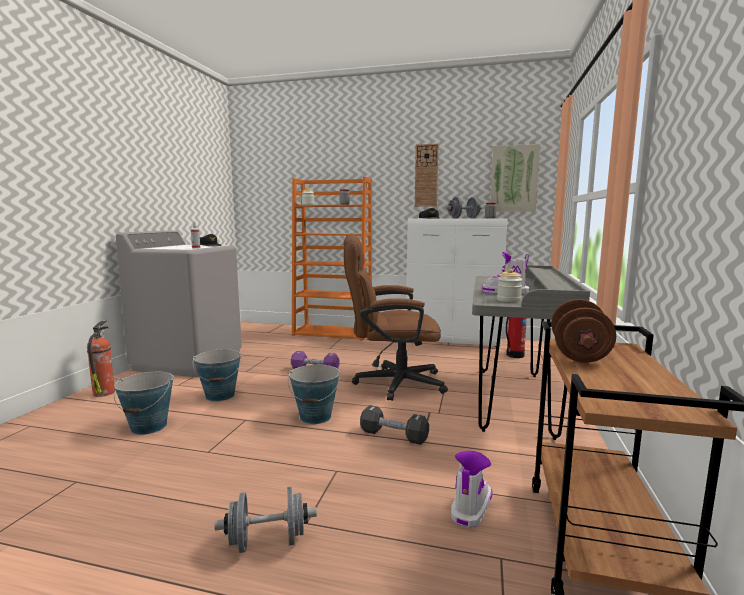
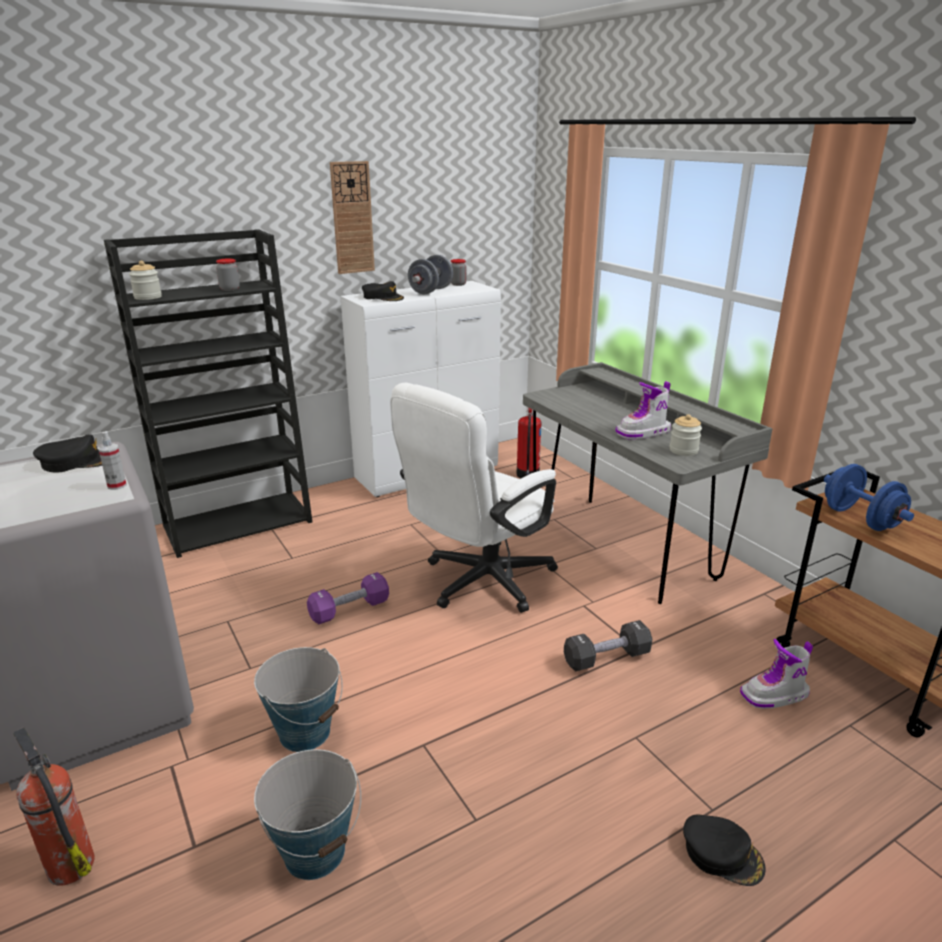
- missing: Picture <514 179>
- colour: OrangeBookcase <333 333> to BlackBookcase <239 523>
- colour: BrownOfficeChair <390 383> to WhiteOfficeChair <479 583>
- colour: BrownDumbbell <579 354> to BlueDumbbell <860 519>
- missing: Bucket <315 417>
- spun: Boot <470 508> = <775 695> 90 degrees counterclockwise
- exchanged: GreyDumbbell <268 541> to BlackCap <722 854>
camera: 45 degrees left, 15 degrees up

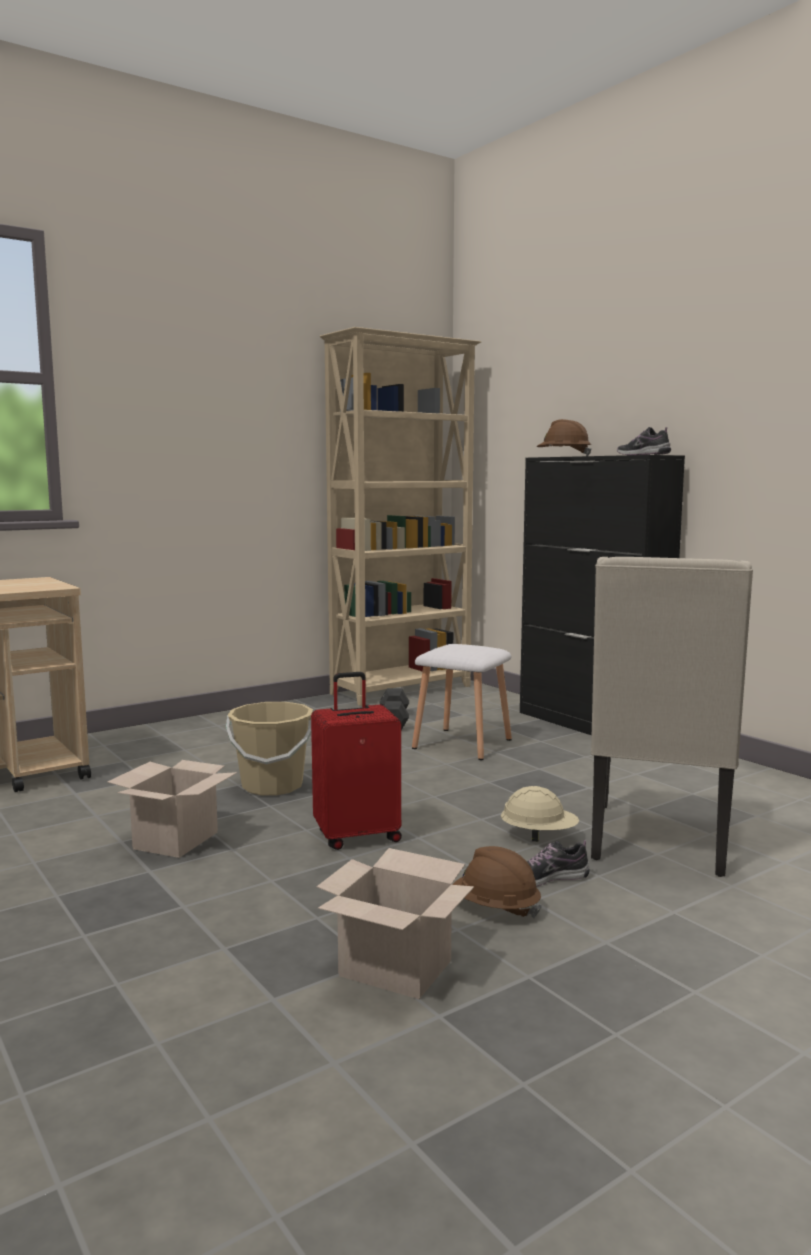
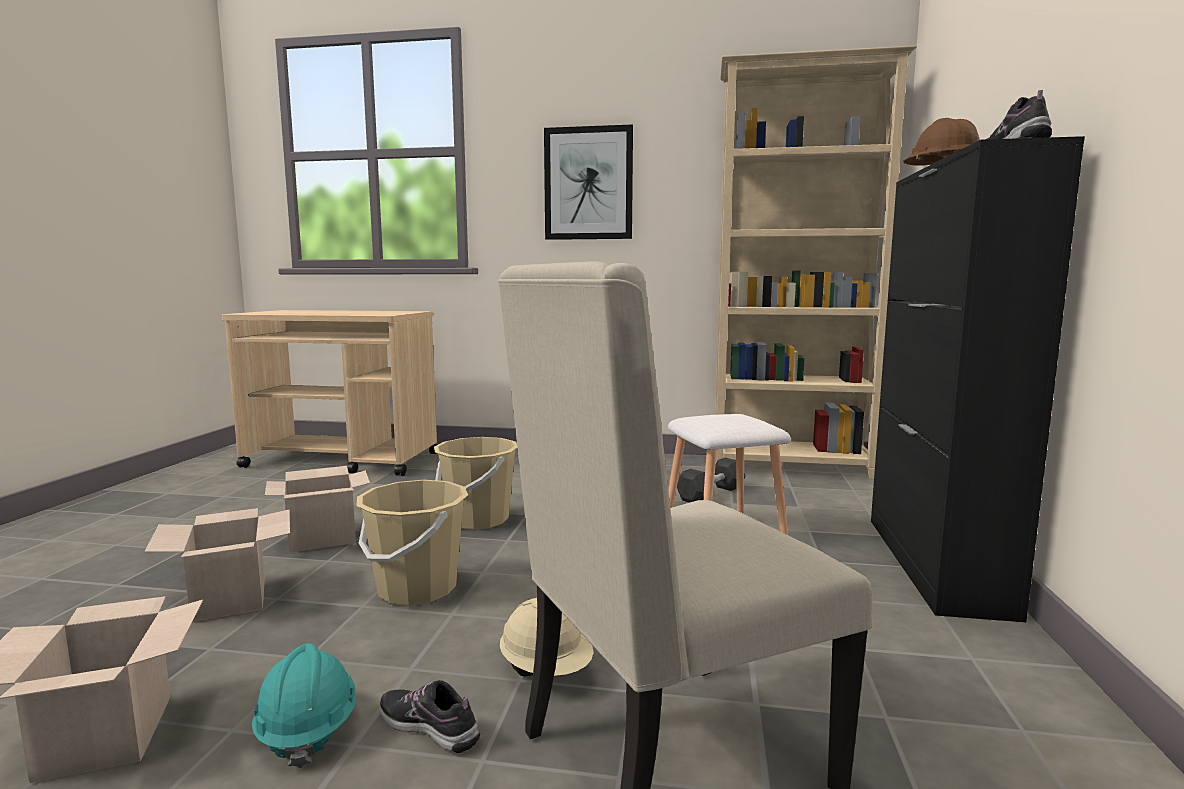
- exchanged: RedSuitcase <357 836> to BeigeBucket <416 589>
- colour: BrownHardHat <495 908> to TurquoiseHardHat <307 729>
- appeared: Picture <588 184>
- appeared: CardboardBox <231 600>
camera: 45 degrees right, 0 degrees up

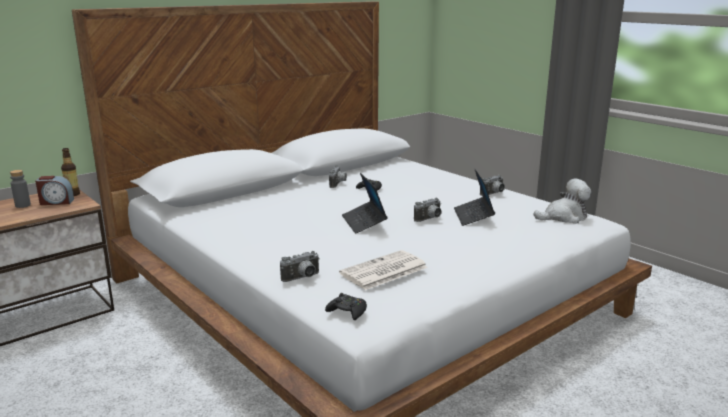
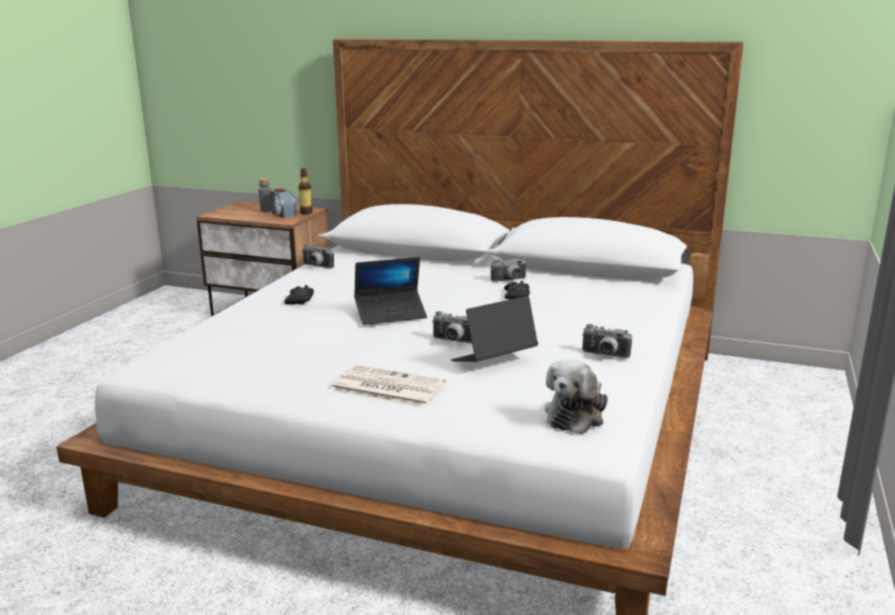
- spun: Laptop <364 222> = <391 314> 150 degrees counterclockwise
- spun: PlushToy <564 217> = <576 415> 75 degrees clockwise
- relocated: Newspaper <383 271> to <386 387>
- relocated: PhotoCamera <302 278> to <316 266>
- relocated: BlackGameController <347 311> to <300 300>
camera: 60 degrees right, 0 degrees up

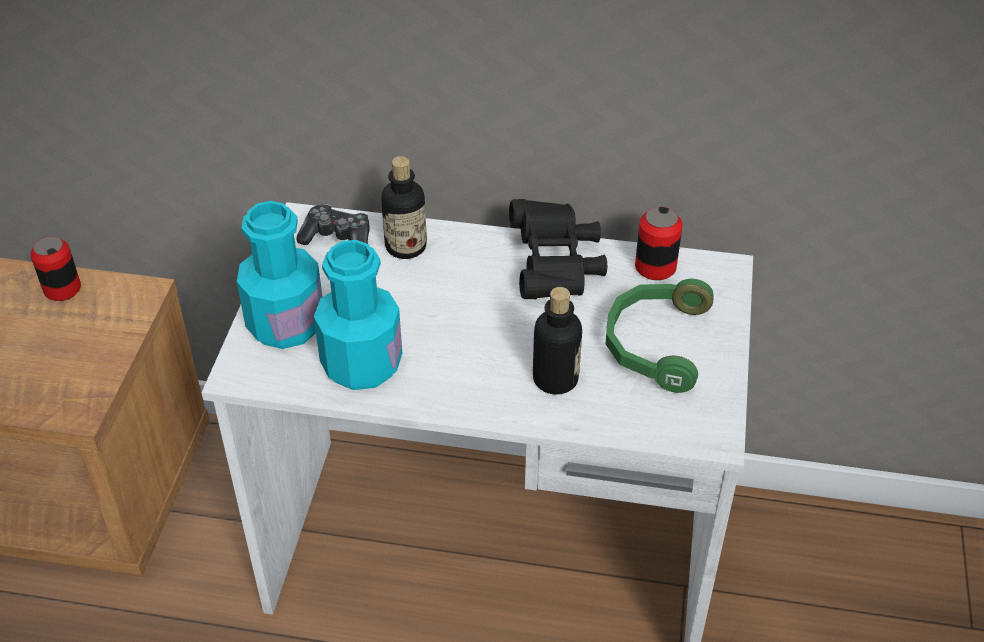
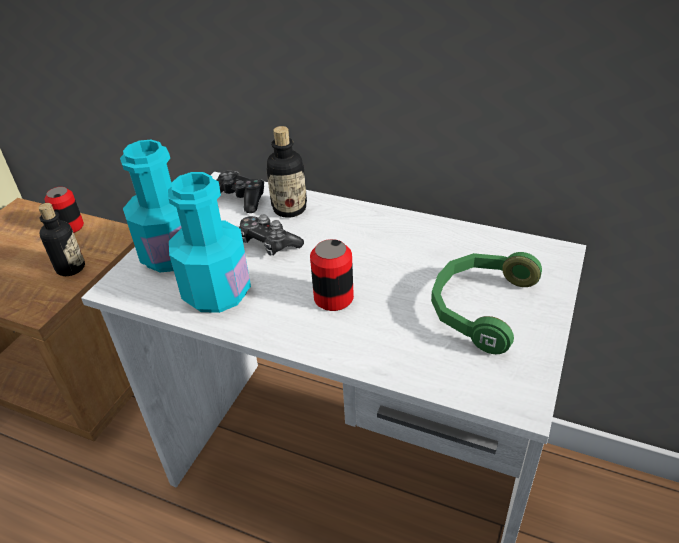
- missing: BlackBinoculars <555 266>
- relocated: Can <655 267> to <333 298>
- relocated: Bottle <555 379> to <70 268>
- appeared: GameController <269 243>
camera: 15 degrees right, 5 degrees down

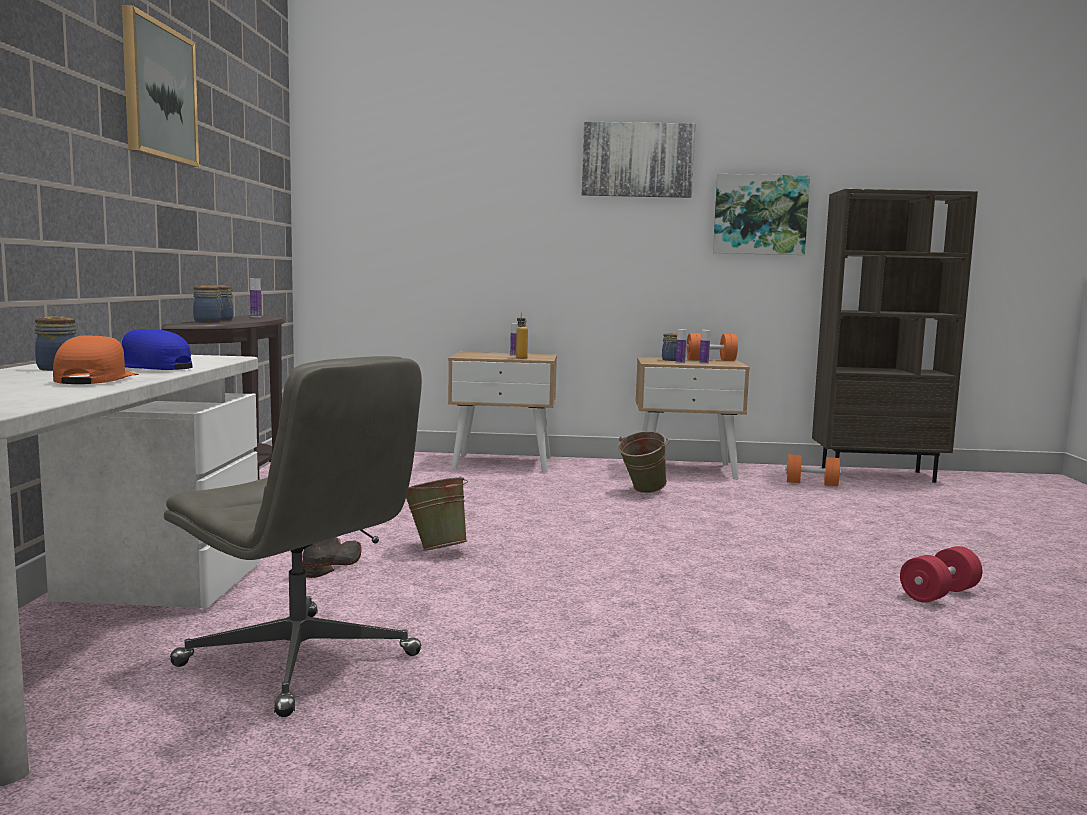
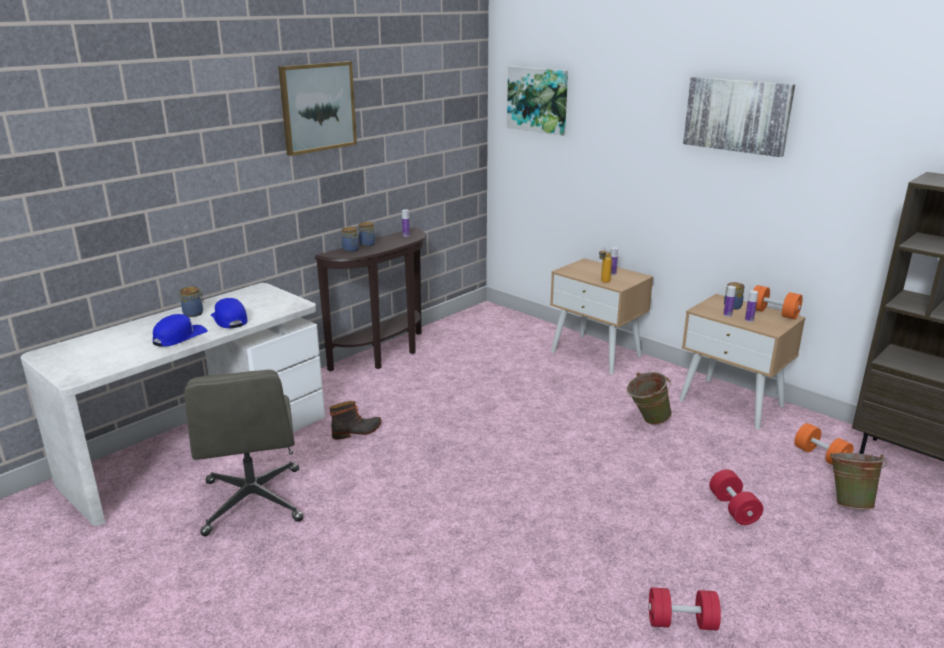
- relocated: Picture <760 215> to <538 100>
- colour: OrangeCap <96 379> to BlueCap <179 336>
- relocated: GreenBucket <436 549> to <849 502>
- appeared: RedDumbbell <733 509>
camera: 40 degrees right, 15 degrees up

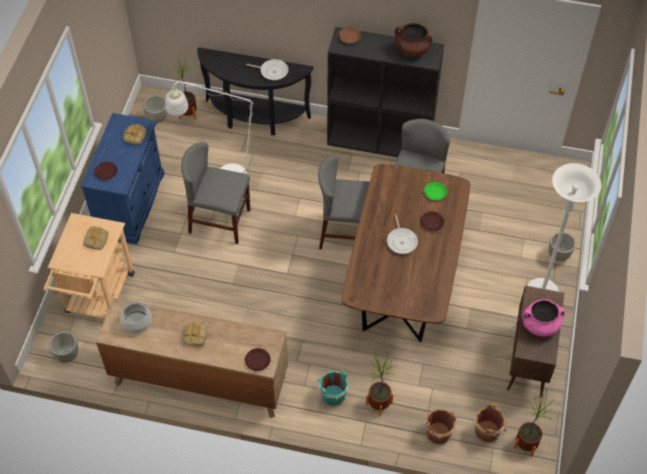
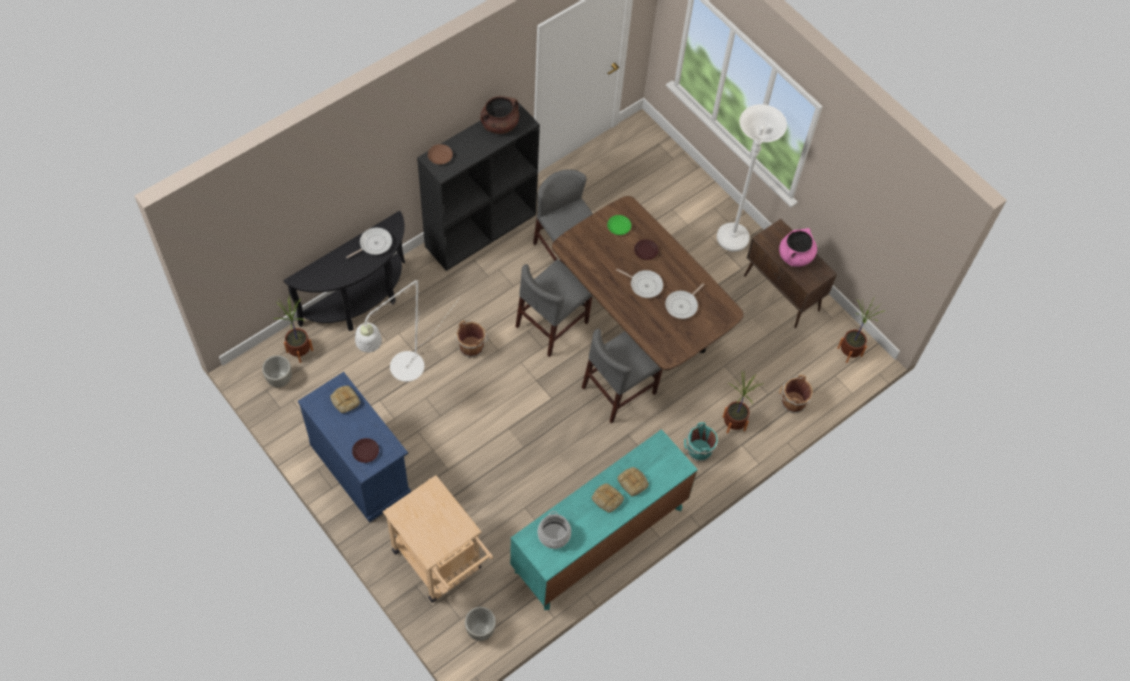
- relocated: GreyChair <219 221> to <619 390>
- relocated: Bread <96 240> to <633 482>
- missing: GreyPlanter <558 255>
- colour: BrownDresser <199 380> to TurquoiseDresser <599 540>
- missing: BrownPlate <257 361>
- relocated: BrownBucket <488 431> to <472 346>
- appeared: FryingPan <682 305>
camera: 55 degrees left, 5 degrees up

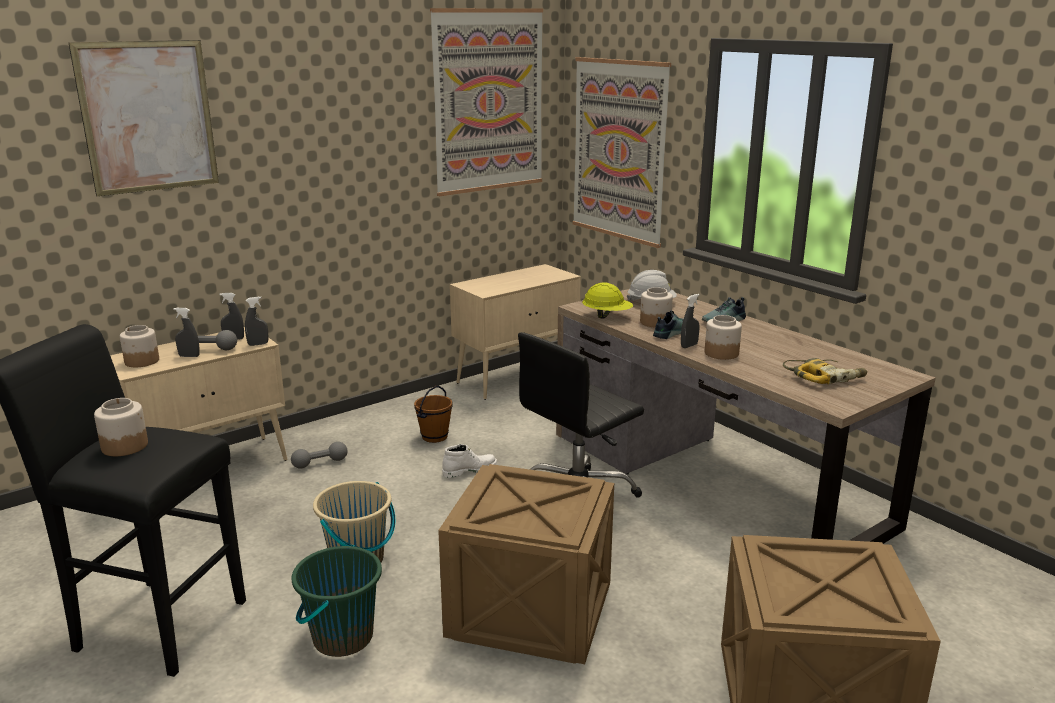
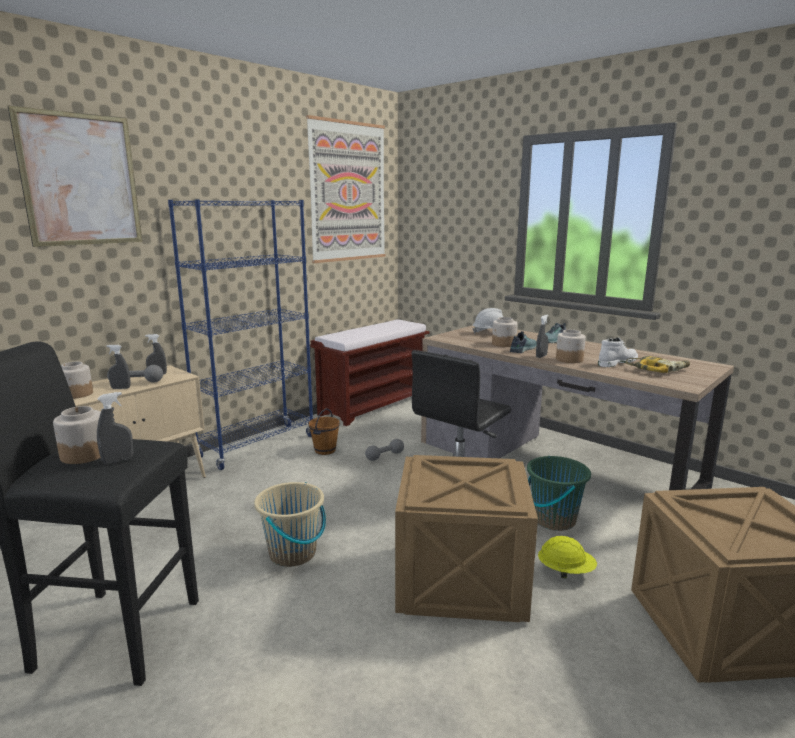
- missing: Picture <619 150>
- exchanged: BeigeCabinet <517 377> to BrownBench <373 405>
- relocated: YellowHardHat <607 316> to <565 571>
- relocated: GreySprayBottle <258 344> to <118 460>
- relocated: GreyDumbbell <320 463> to <385 456>
- relocated: WhiteBoot <469 470> to <616 363>
- relocated: GreenBucket <342 637> to <553 520>
- appeared: BlueBookcase <257 446>
camera: 10 degrees left, 5 degrees down

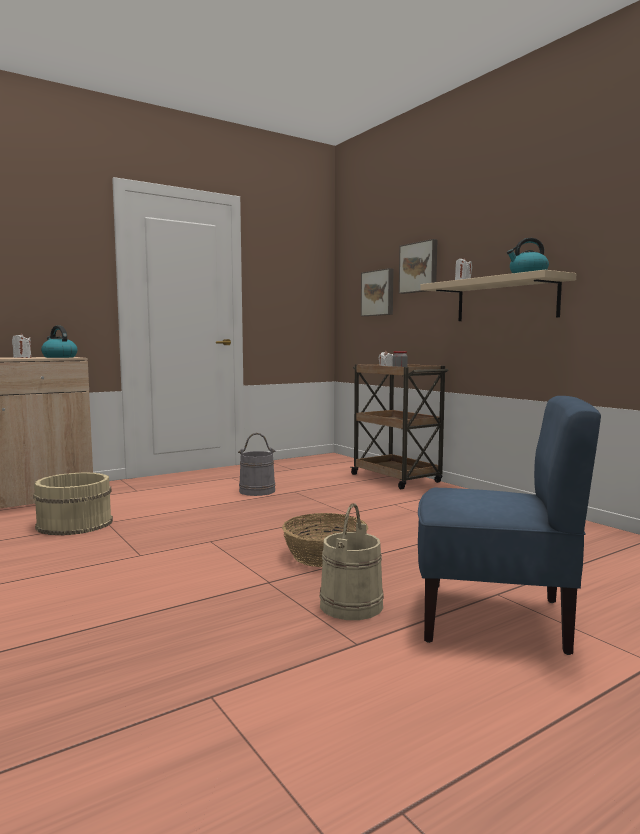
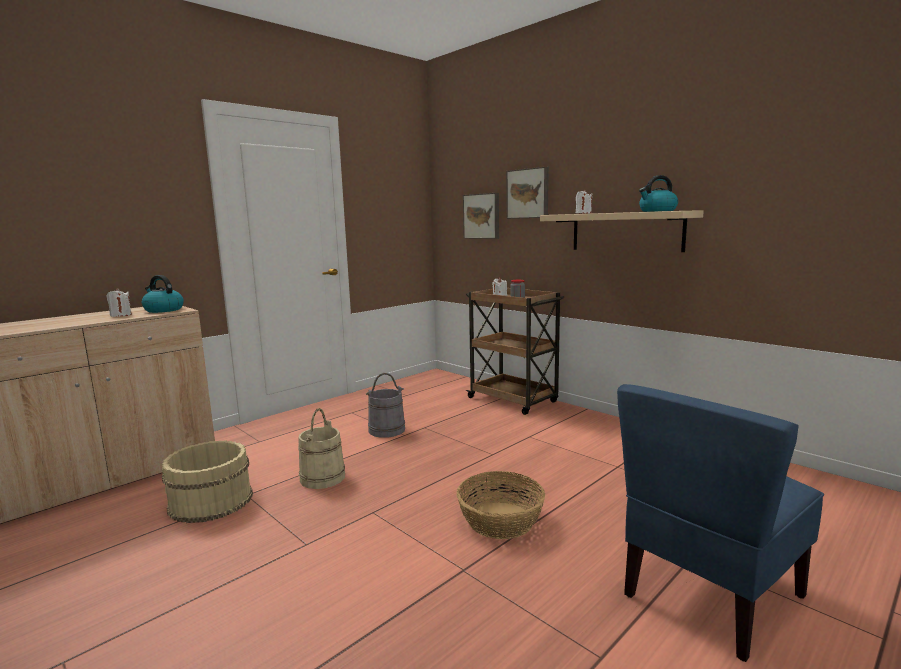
- spun: BlueChair <494 618> = <709 595> 135 degrees clockwise
- relocated: BeigeBucket <350 605> to <322 477>
camera: 10 degrees left, 5 degrees up

